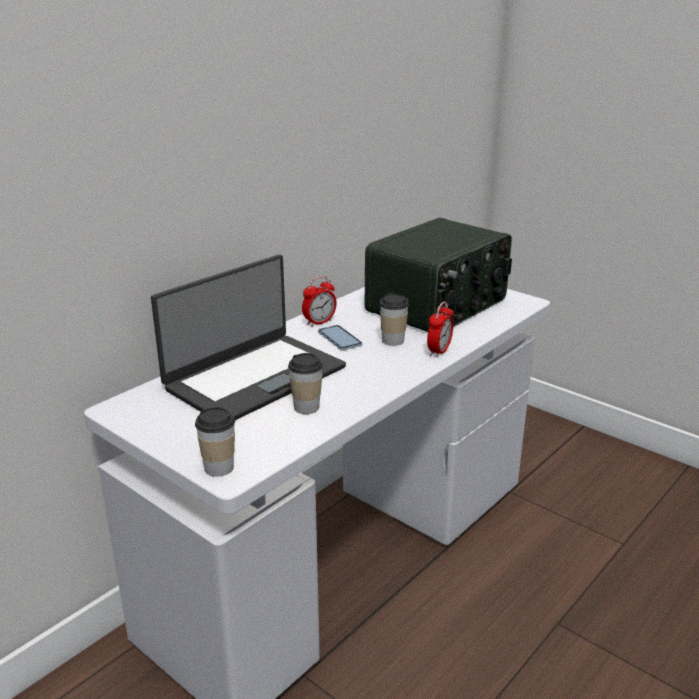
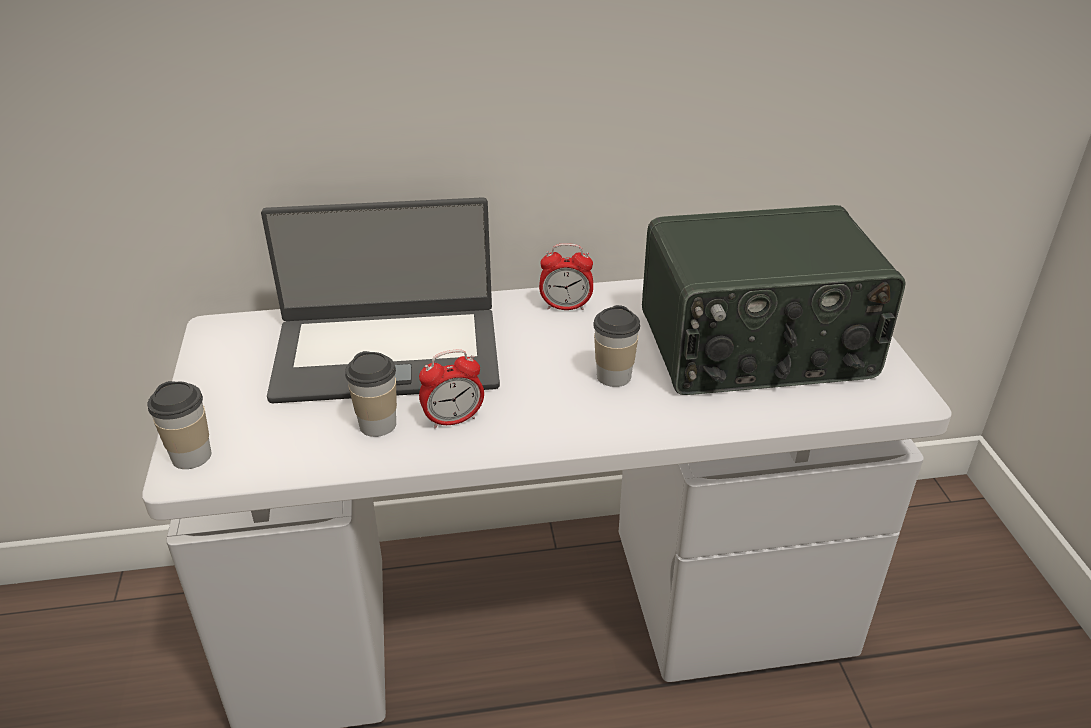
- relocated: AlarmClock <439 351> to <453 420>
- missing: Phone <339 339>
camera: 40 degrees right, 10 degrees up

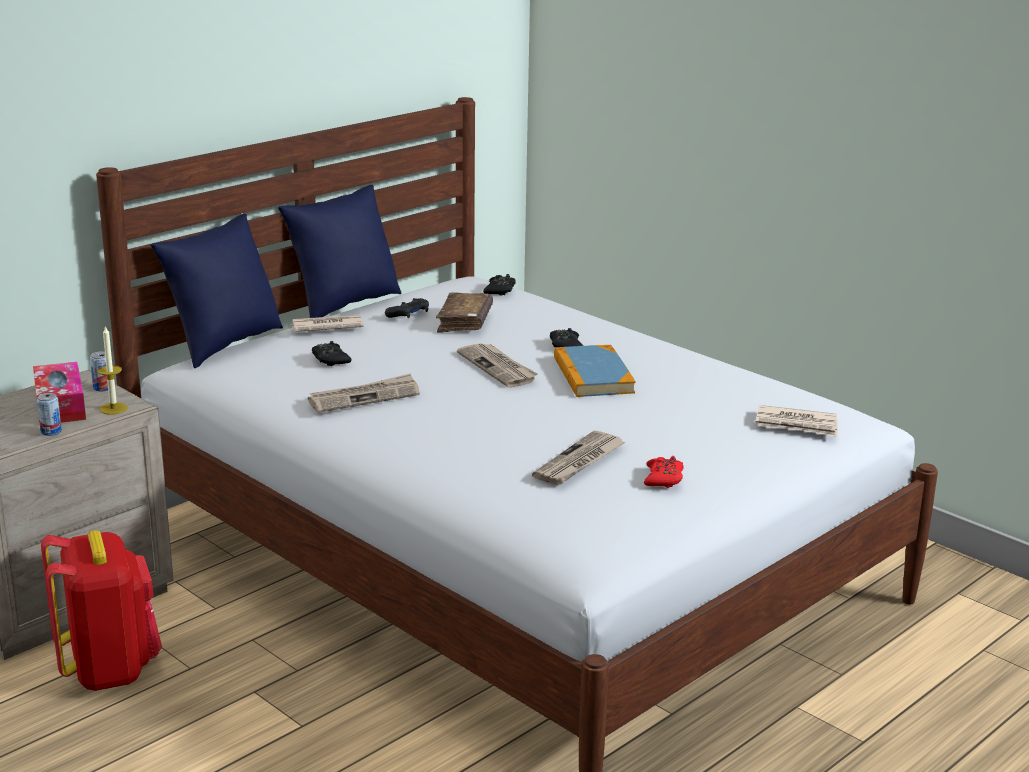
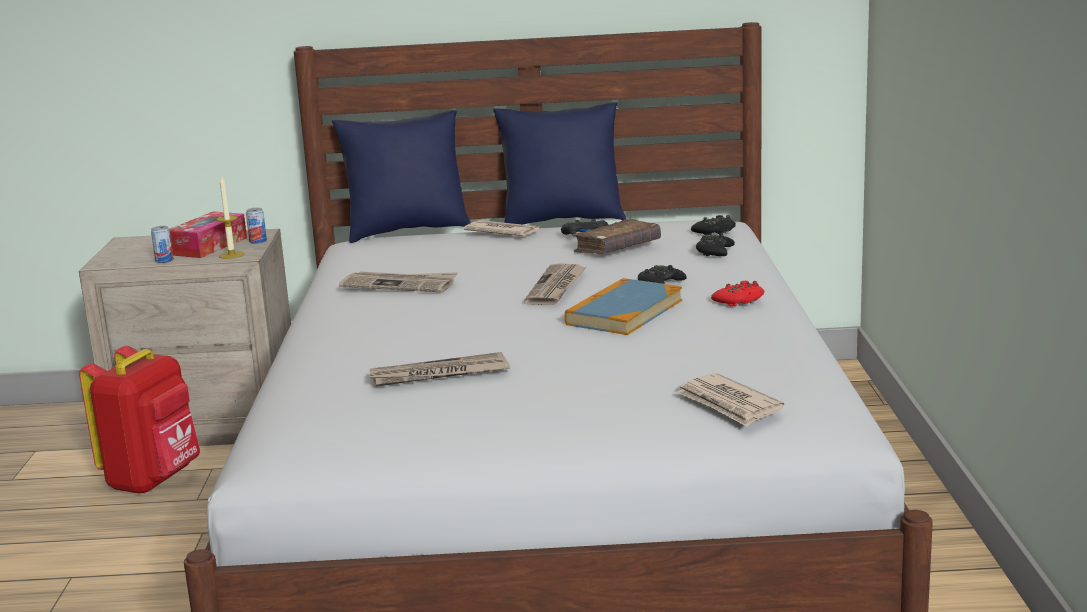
- relocated: BlackGameController <330 360> to <714 252>
- relocated: RedGameController <663 479> to <739 301>
camera: 45 degrees right, 5 degrees down

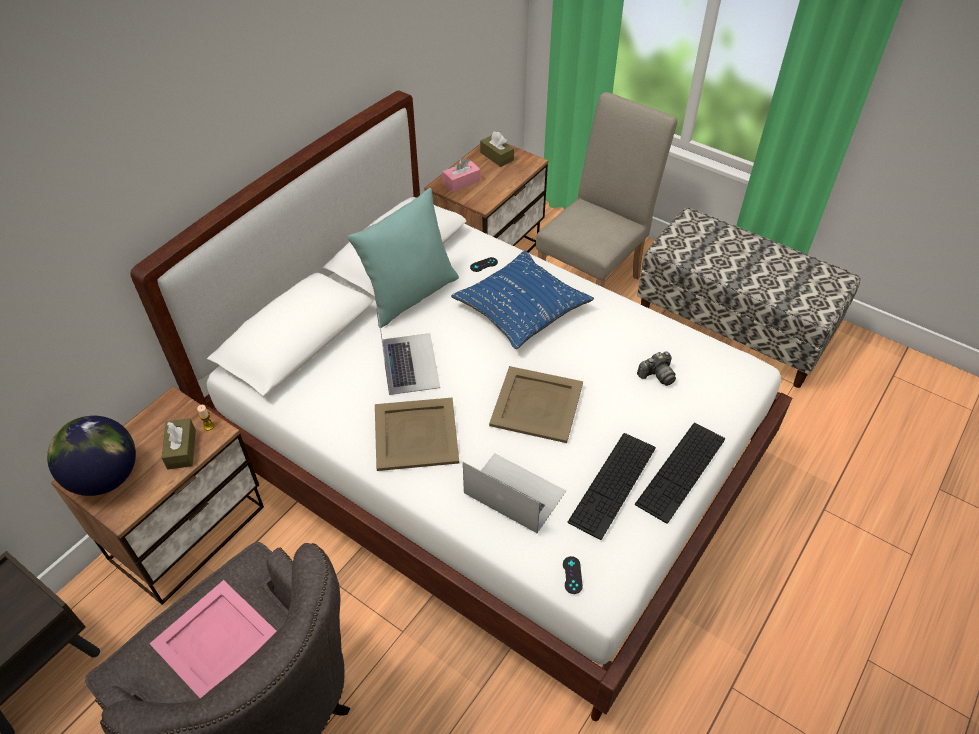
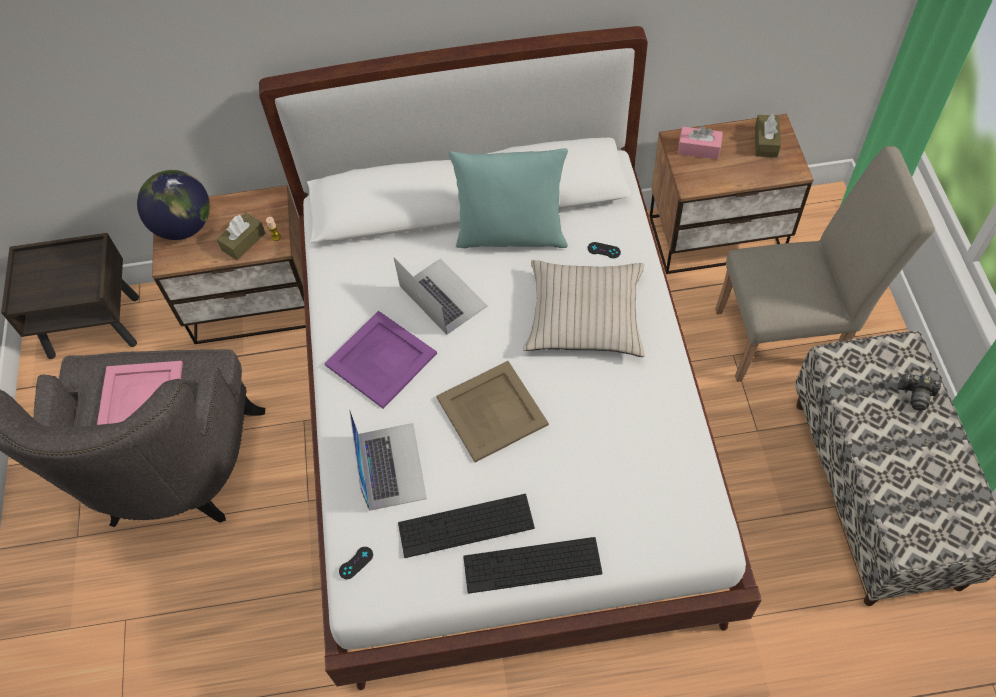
- colour: BluePillow <521 308> to BeigePillow <585 316>
- spun: Laptop <409 363> = <442 296> 75 degrees counterclockwise
- relocated: PhotoCamera <657 375> to <916 395>
- colour: BeigeTray <415 435> to PurpleTray <380 359>
camera: 50 degrees right, 10 degrees up

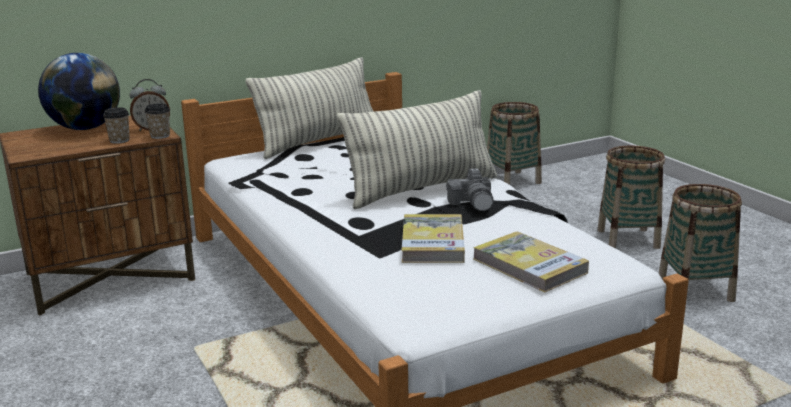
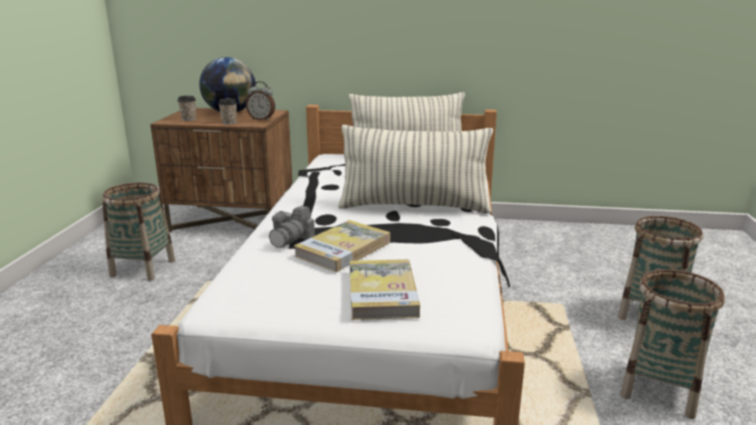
- relocated: Basket <512 180> to <143 268>
- relocated: Cup <160 136> to <188 119>
- relocated: PhotoCamera <473 203> to <291 239>
camera: 35 degrees right, 0 degrees up

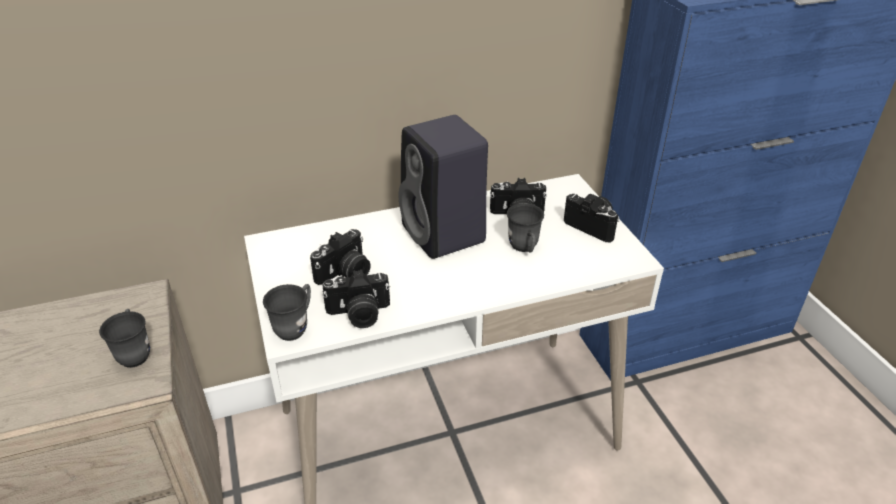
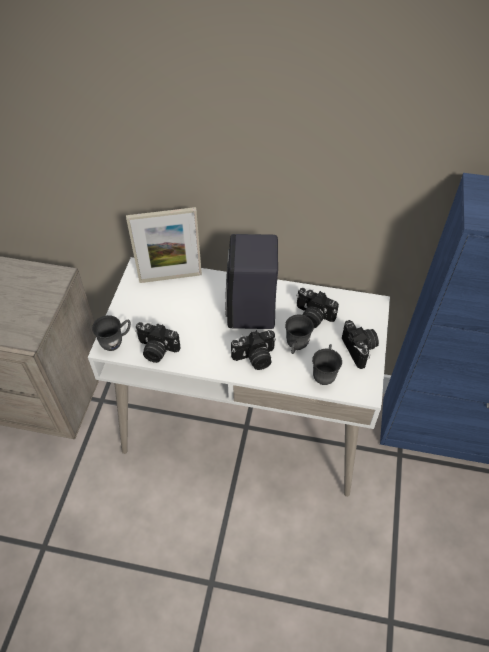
- relocated: PhotoCamera <345 274> to <255 358>
- relocated: GreyMug <135 352> to <324 373>
- appeared: PictureFrame <170 277>
camera: 30 degrees right, 15 degrees up

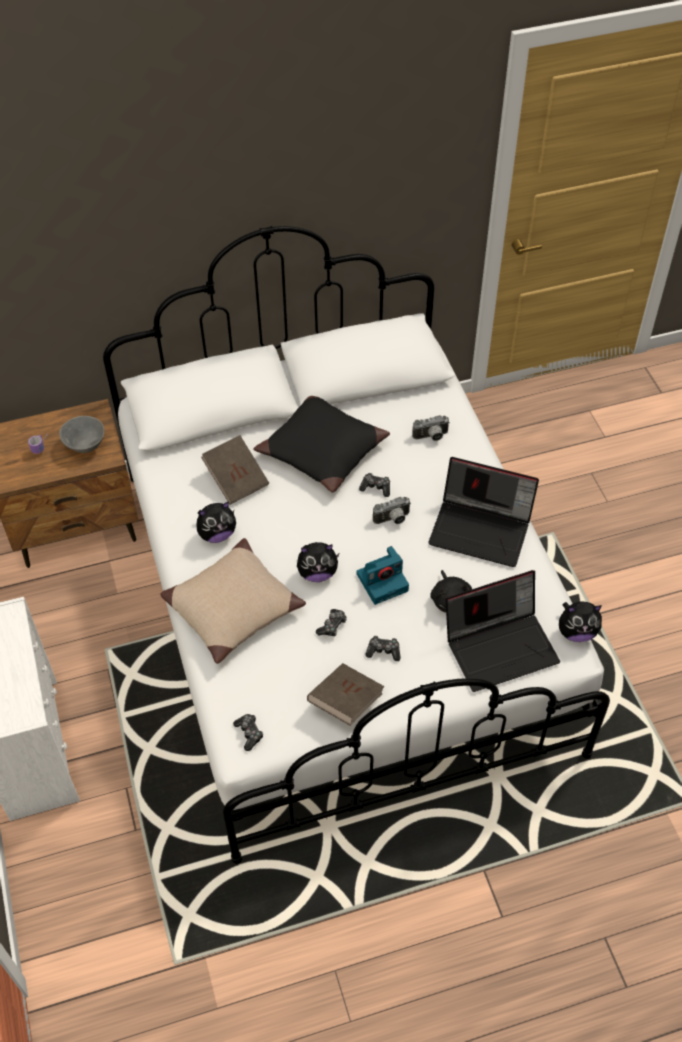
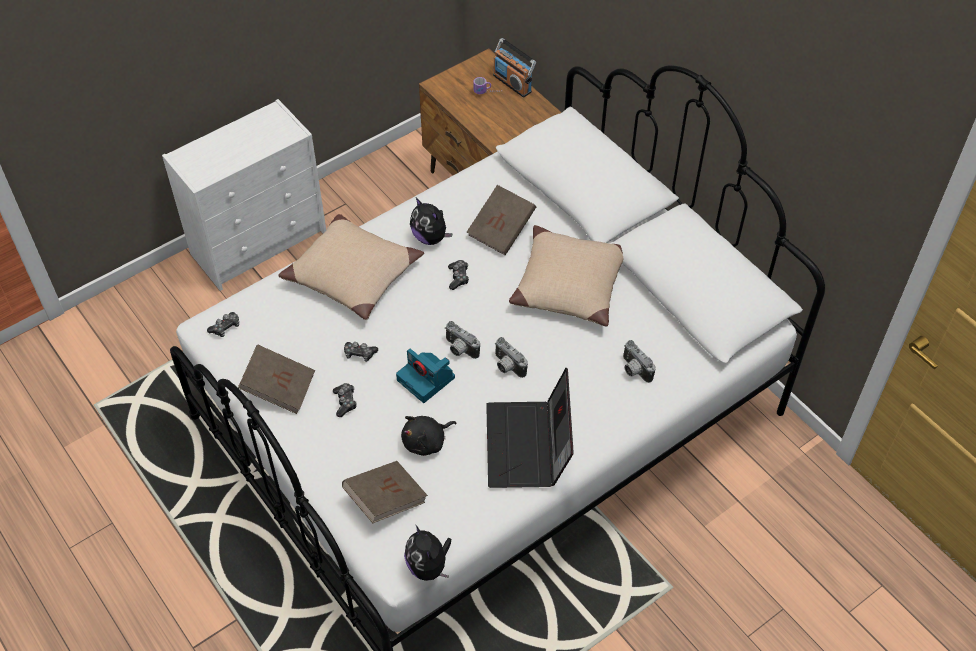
- colour: BlackPillow <322 451> to BeigePillow <568 284>
- missing: GreyBowl <85 446>
- relocated: GameController <376 487> to <458 277>
- missing: PlushToy <317 573>
- exchanged: Laptop <501 646> to BrownBook <385 500>
- appeared: Radio <512 83>
- appeared: PhotoCamera <459 349>
camera: 70 degrees right, 0 degrees up

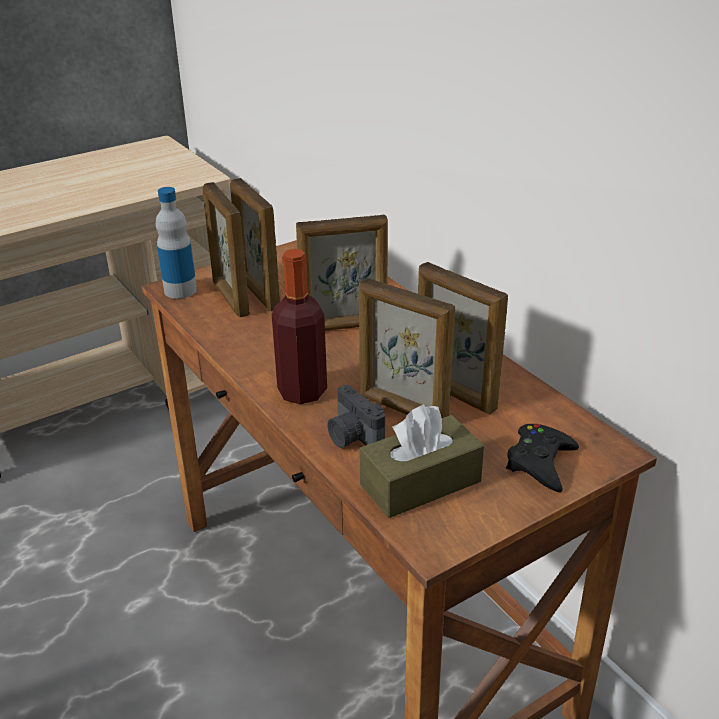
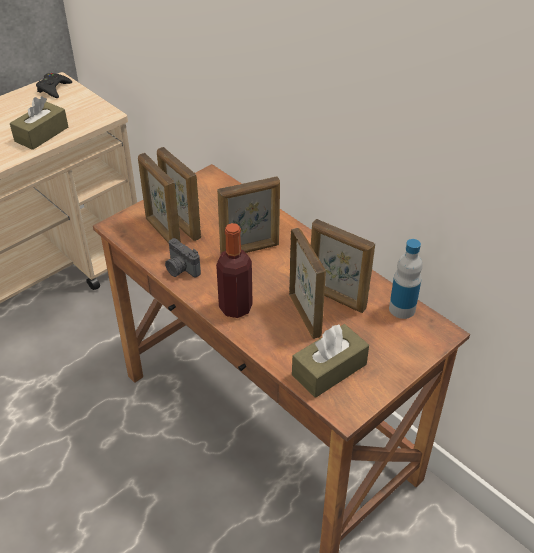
- relocated: Bottle <180 290> to <402 309>
- spun: PictureFrame <402 409> = <305 315> 135 degrees counterclockwise
- relocated: PhotoCamera <353 437> to <181 269>
- relocated: BlackGameController <540 462> to <53 89>
- appeared: BrownTissueBox <41 134>
camera: 10 degrees left, 10 degrees up

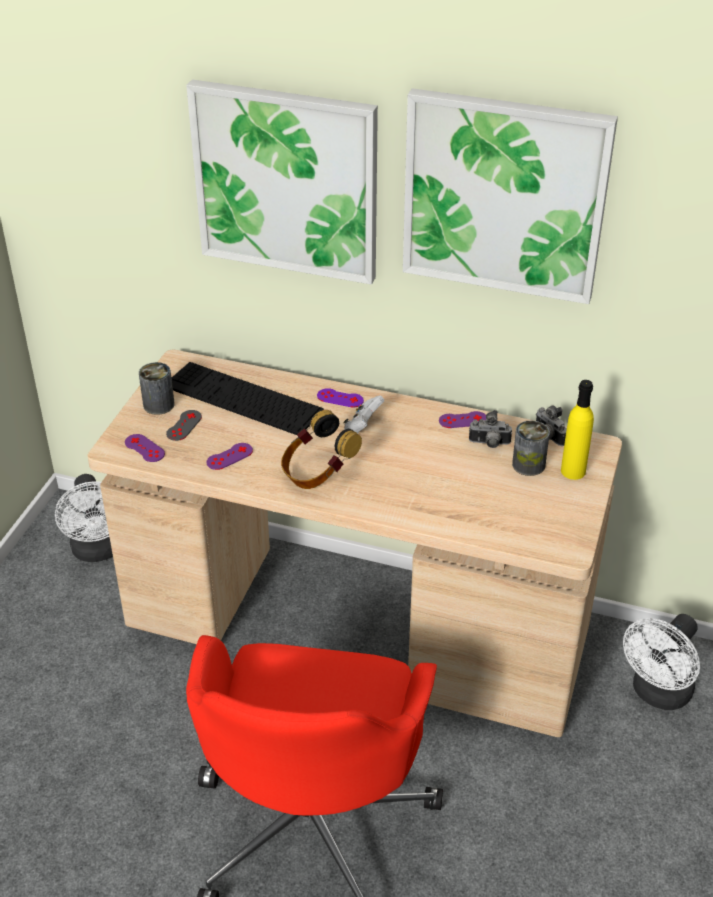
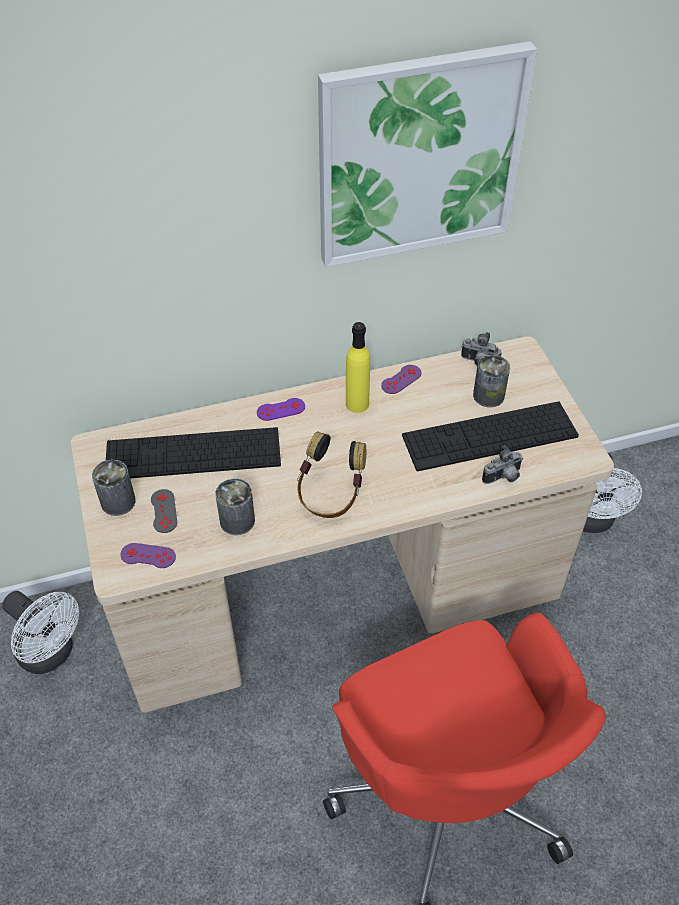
- missing: Picture <286 181>
- relocated: YellowBottle <573 471> to <357 404>
- missing: WhiteGameController <362 426>
- relocated: PhotoCamera <489 444> to <503 478>
- exchanged: PurpleGameController <229 456> to Can <237 521>
- appeared: Keyboard <489 436>
camera: 35 degrees left, 10 degrees up

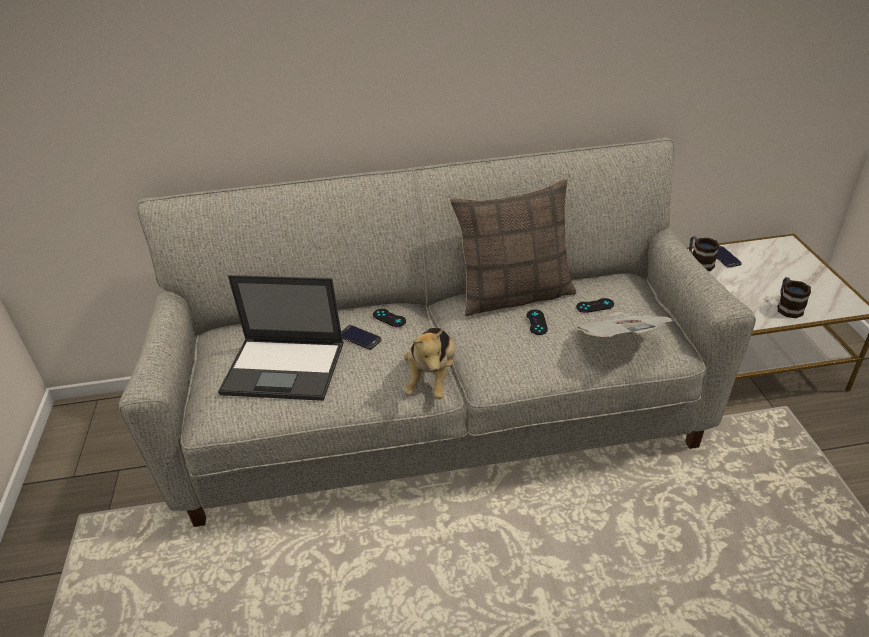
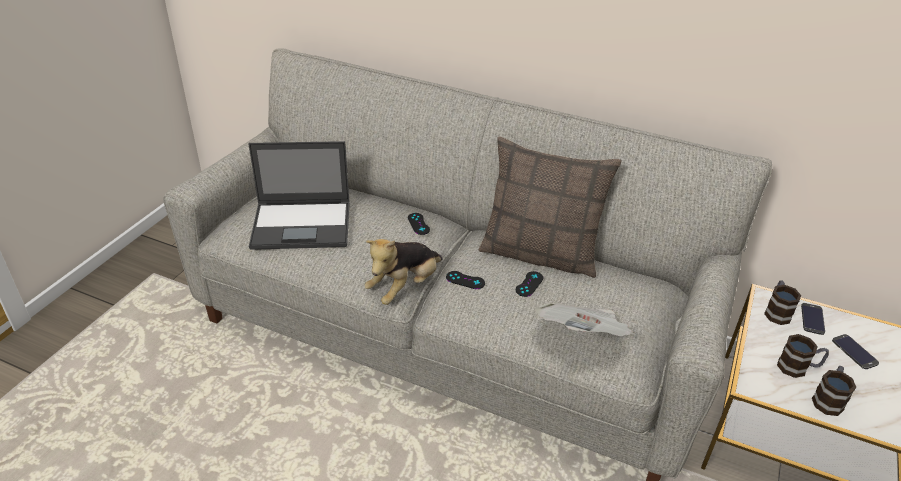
- spun: Laptop <285 368> = <303 225> 45 degrees counterclockwise
- relocated: BlackGameController <595 305> to <465 280>
- relocated: Phone <359 337> to <854 352>
- appeared: Mug <798 367>
camera: 30 degrees right, 0 degrees up

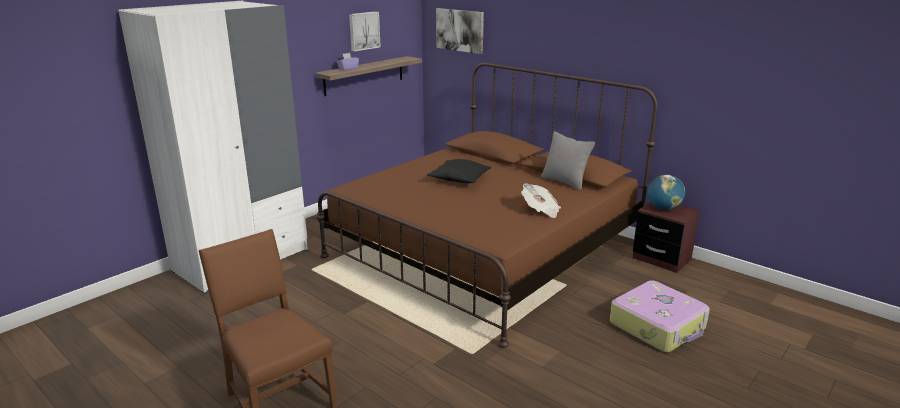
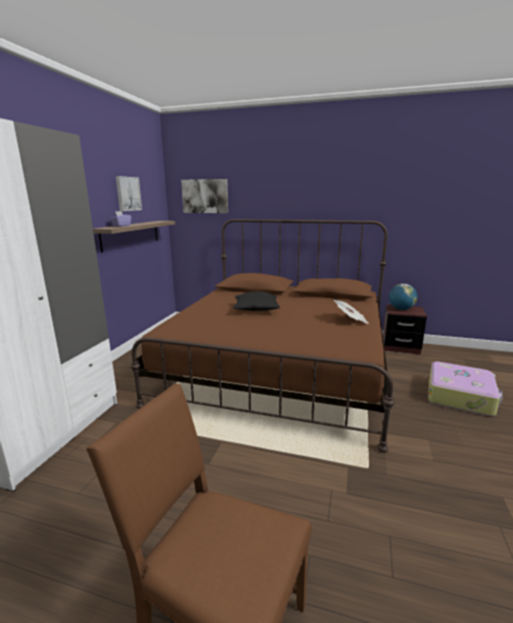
- missing: GreyPillow <564 182>
camera: 25 degrees left, 5 degrees down

